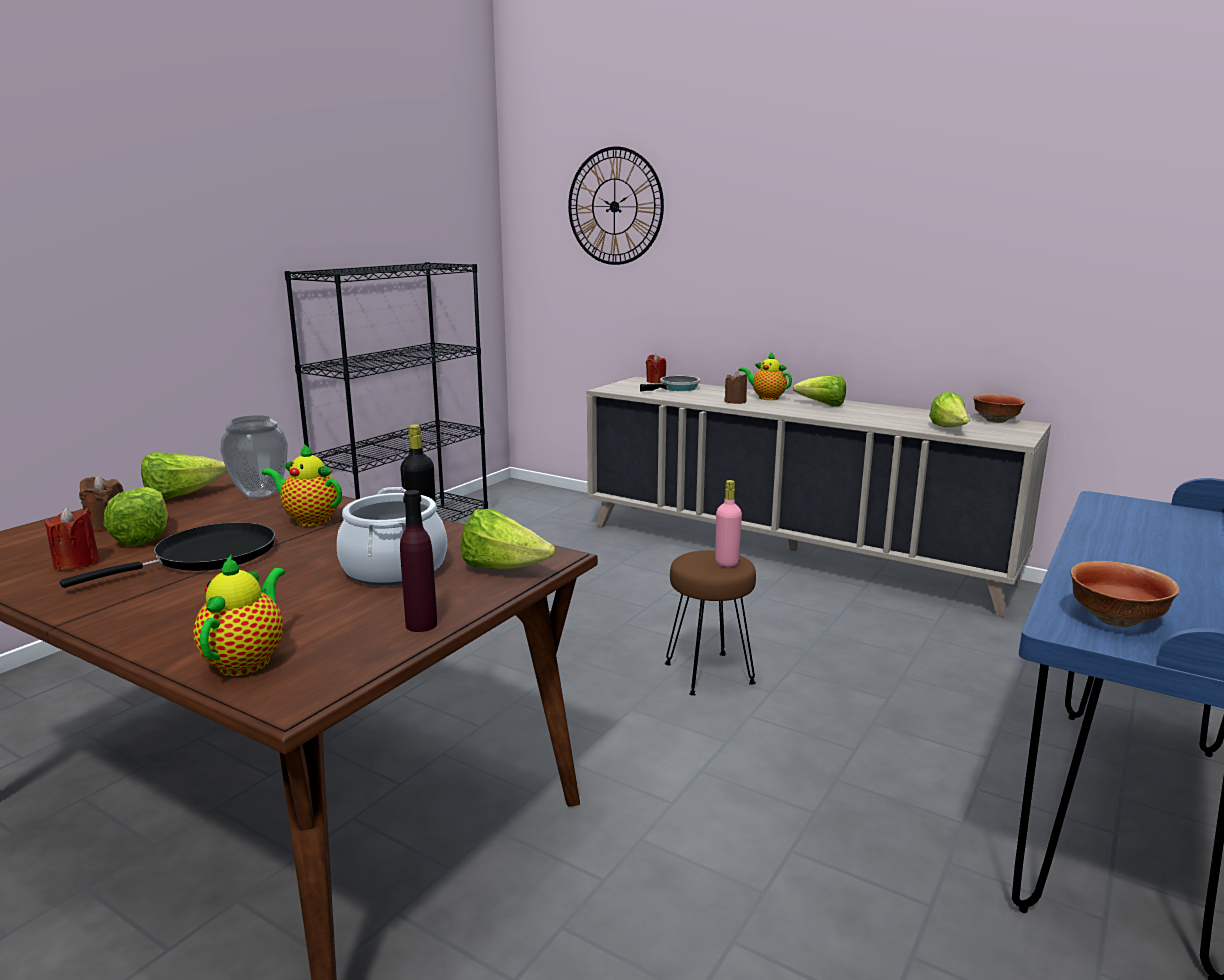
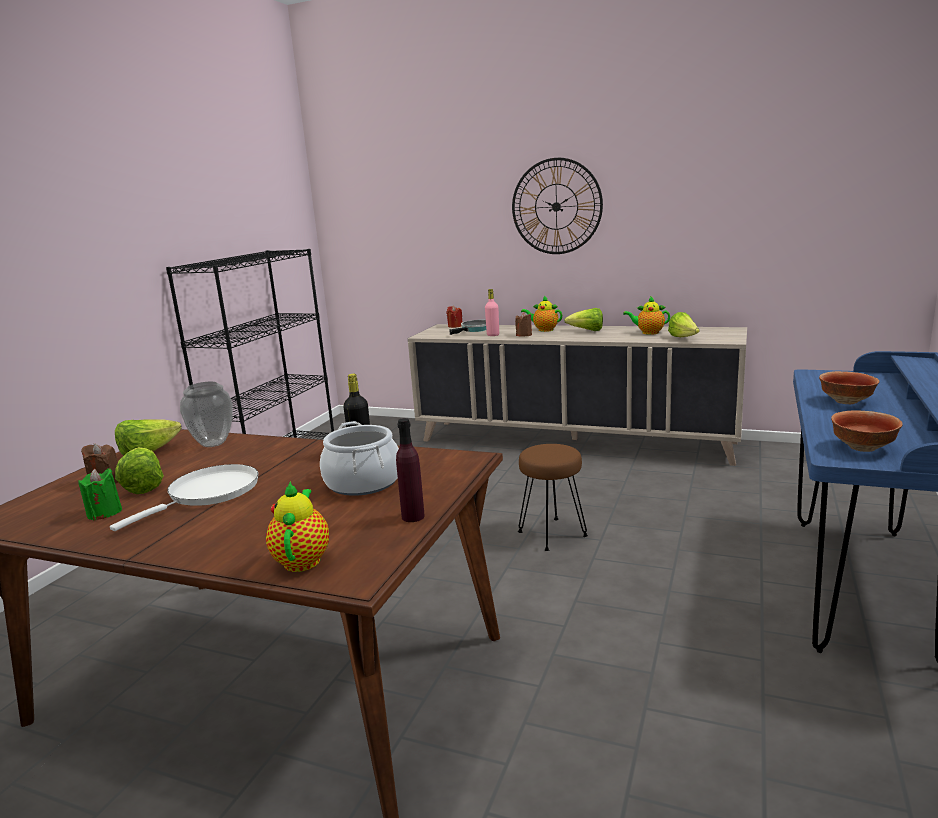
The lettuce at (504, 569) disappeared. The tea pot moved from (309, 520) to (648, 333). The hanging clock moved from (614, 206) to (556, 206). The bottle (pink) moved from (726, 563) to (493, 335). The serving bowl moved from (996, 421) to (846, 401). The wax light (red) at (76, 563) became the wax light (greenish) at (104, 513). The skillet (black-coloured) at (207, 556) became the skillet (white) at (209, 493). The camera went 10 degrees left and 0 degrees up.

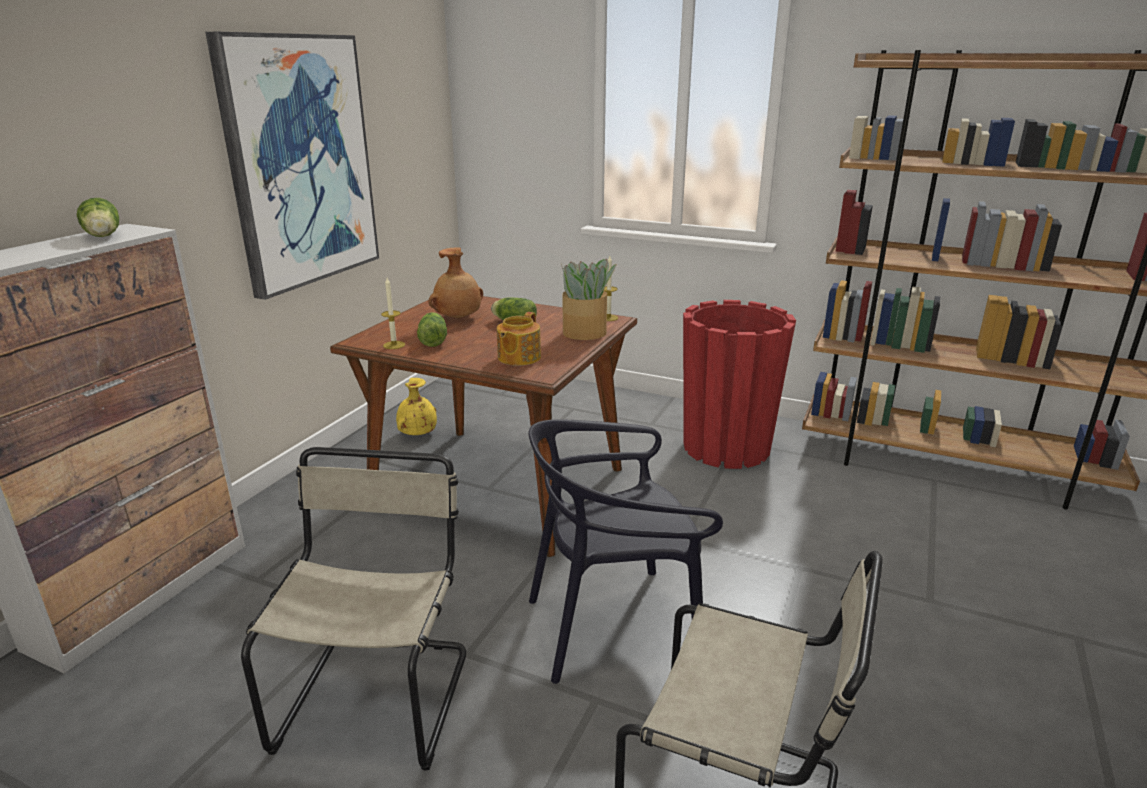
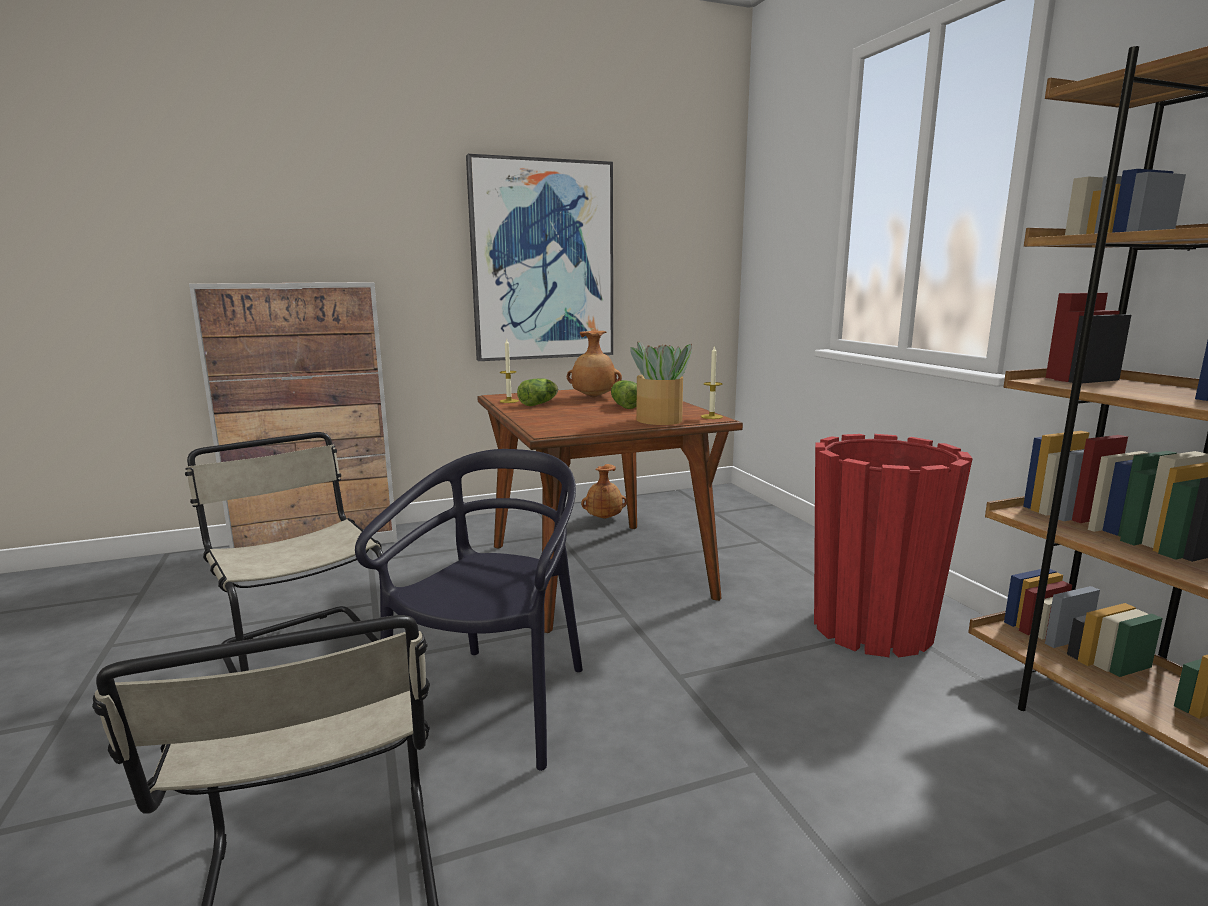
The lettuce at (103, 236) disappeared. The tea pot at (518, 358) disappeared. The flower vase (yellowish) at (417, 434) became the flower vase (brownish) at (604, 518). The upright chair (beige) at (378, 693) turned 90 degrees counterclockwise. The upright chair (black-coloured) at (613, 627) turned 75 degrees clockwise. The camera went 45 degrees right and 10 degrees down.

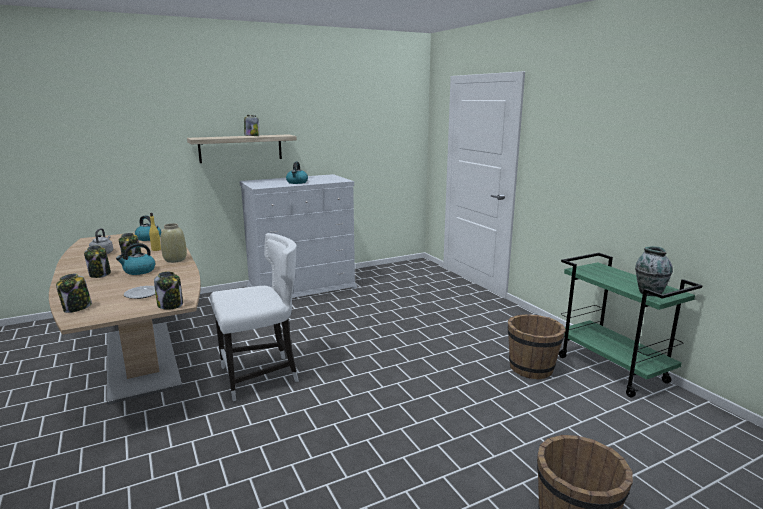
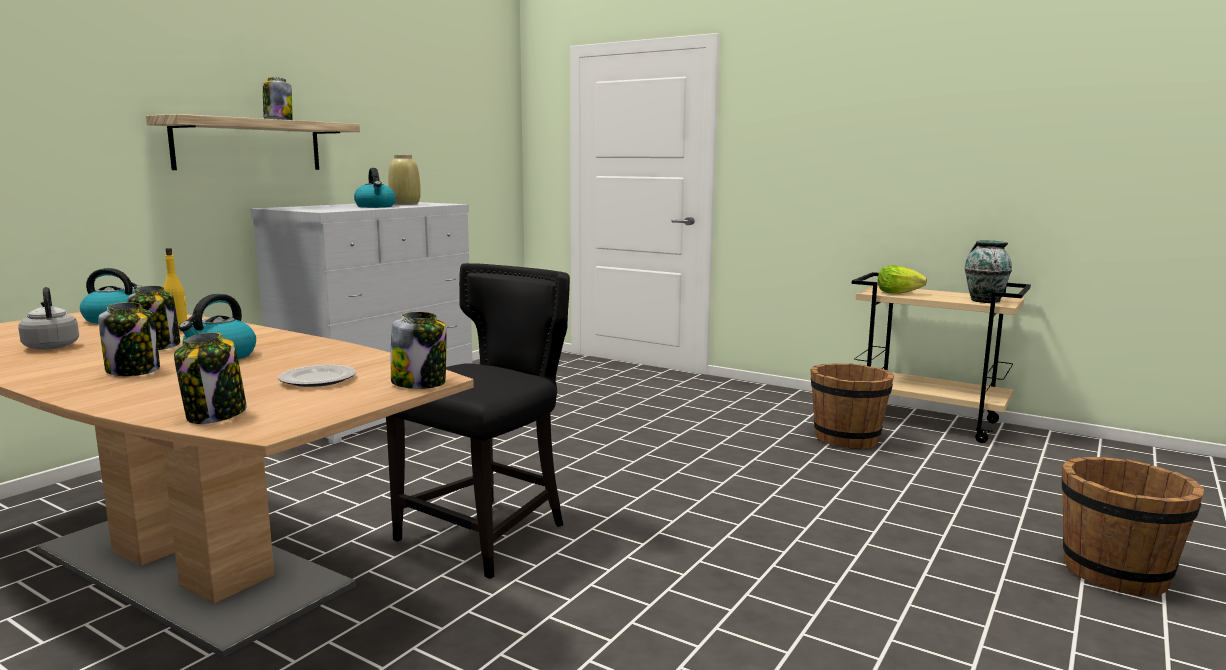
The lettuce at (897, 293) appeared. The flower vase (beige) moved from (175, 260) to (404, 204). The upright chair (white) at (261, 376) became the upright chair (black-coloured) at (487, 533). The wheeled cart (greenish) at (613, 369) became the wheeled cart (beige) at (928, 422). The camera went 30 degrees left and 5 degrees down.

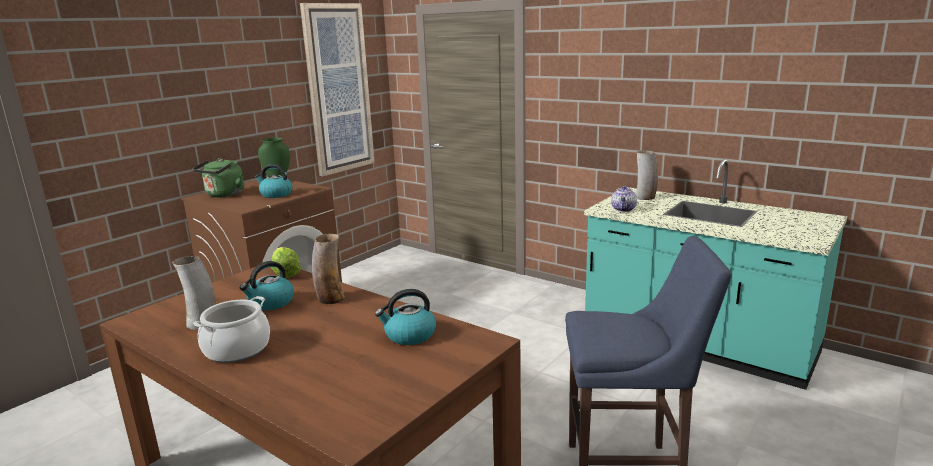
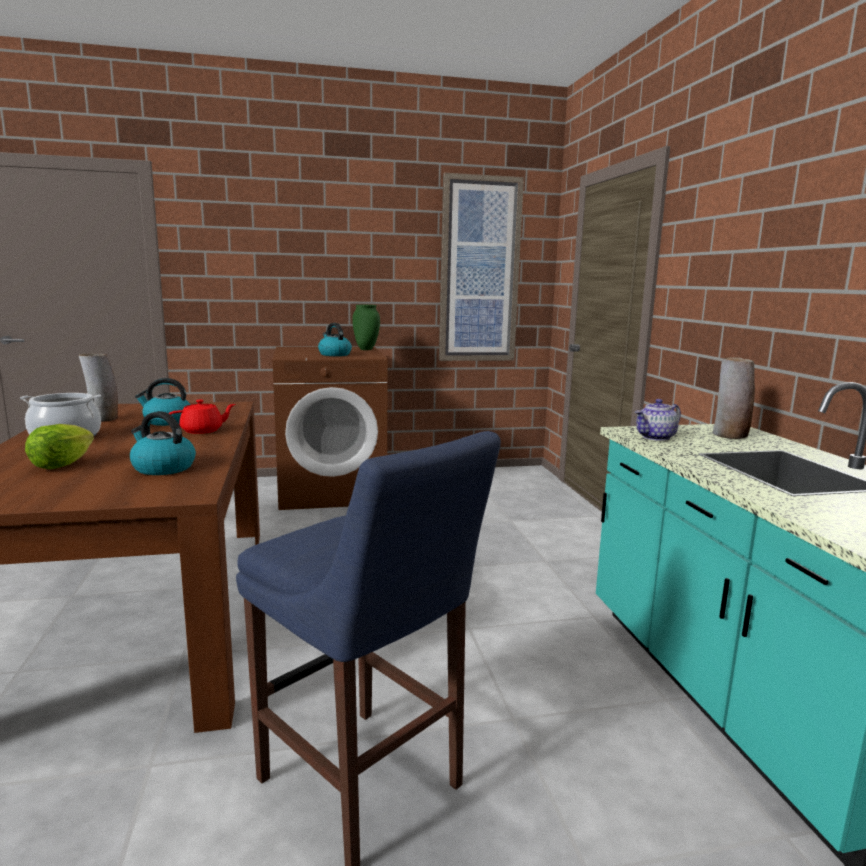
The water kettle (greenish) at (224, 195) disappeared. The lettuce moved from (285, 274) to (61, 465). The flower vase at (330, 299) was replaced by the tea pot (red) at (203, 431). The camera went 40 degrees right and 5 degrees down.

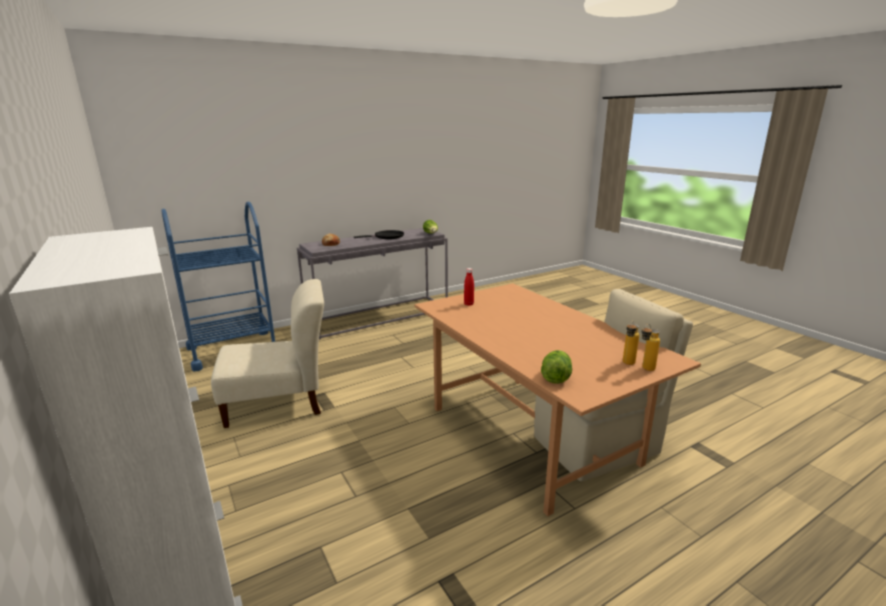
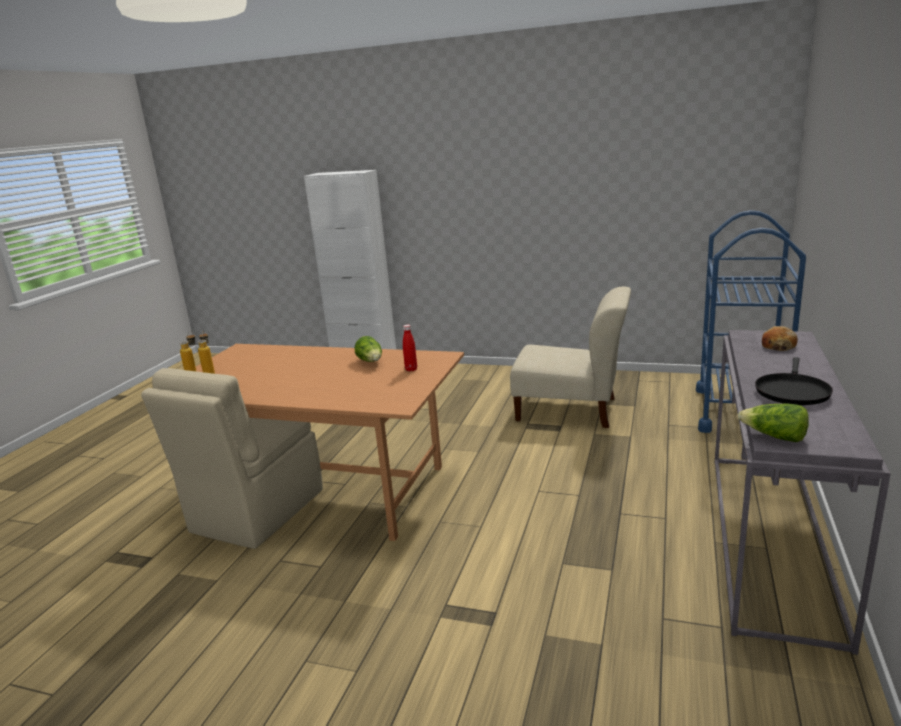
The lettuce moved from (555, 376) to (371, 361). The upright chair (beige) at (279, 402) turned 105 degrees counterclockwise. The camera went 140 degrees right and 0 degrees up.

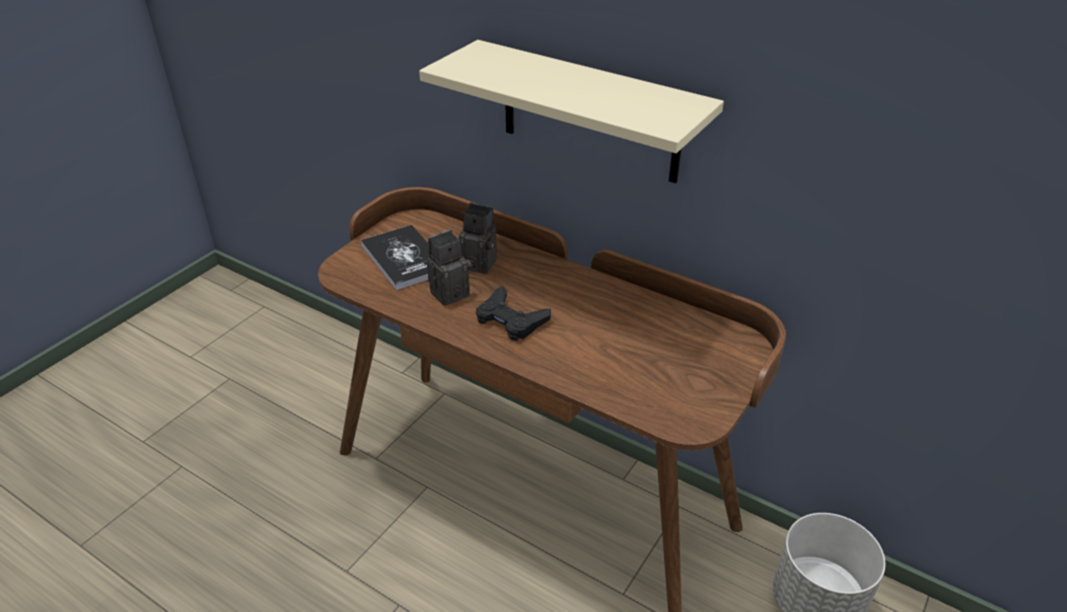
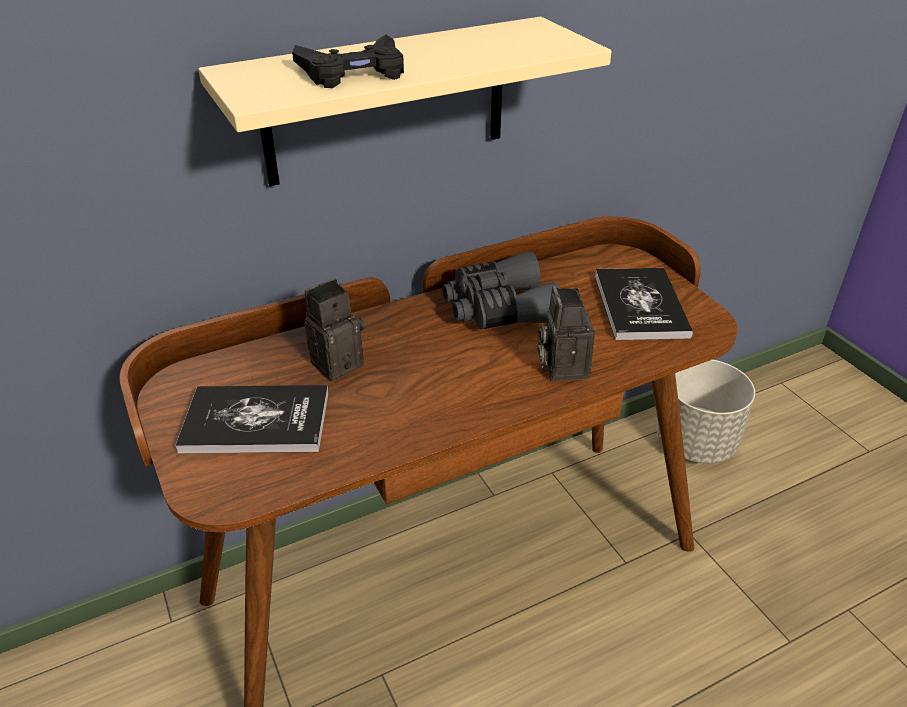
The field glasses (grey) at (499, 309) appeared. The volume at (640, 305) appeared. The still camera moved from (450, 292) to (561, 366). The game controller (black-coloured) moved from (510, 320) to (353, 72). The camera went 60 degrees left and 0 degrees up.

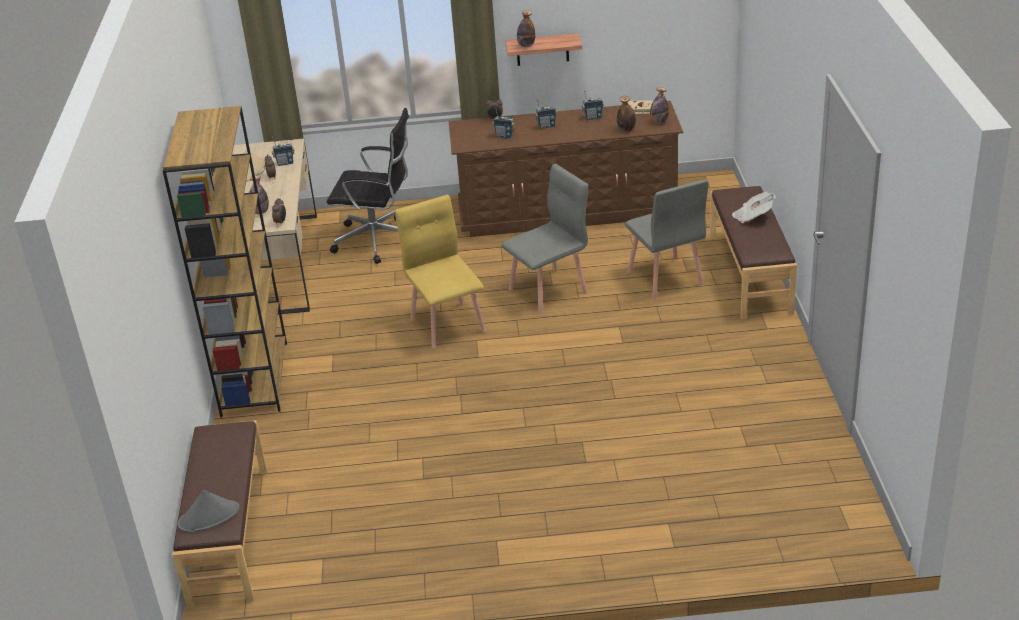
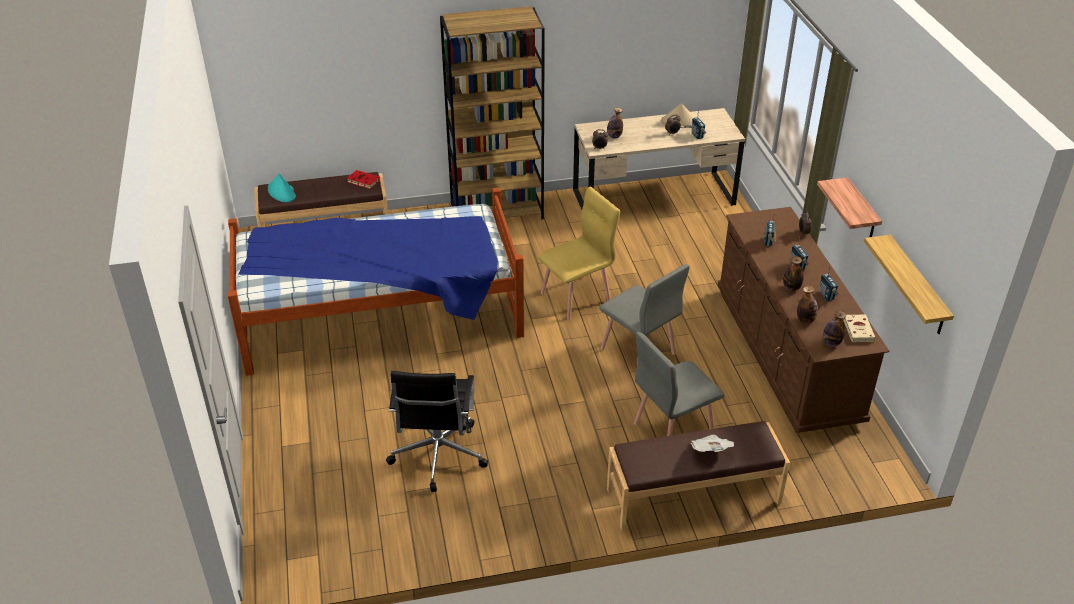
The sleeping bed at (381, 317) appeared. The volume (red) at (362, 181) appeared. The wall shelf at (917, 286) appeared. The office chair (black-coloured) moved from (378, 240) to (438, 456). The bottle moved from (526, 45) to (791, 288). The hat (grey) at (209, 517) became the hat (turquoise-coloured) at (282, 192). The camera went 80 degrees right and 5 degrees up.

